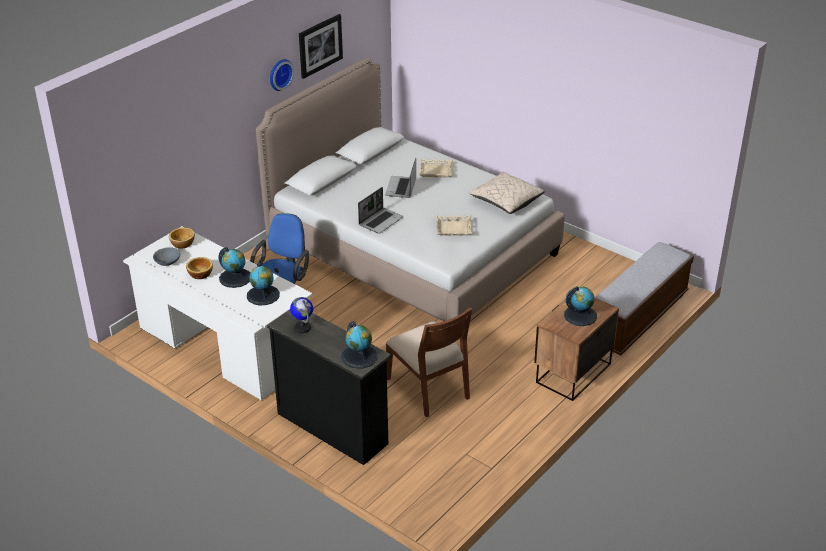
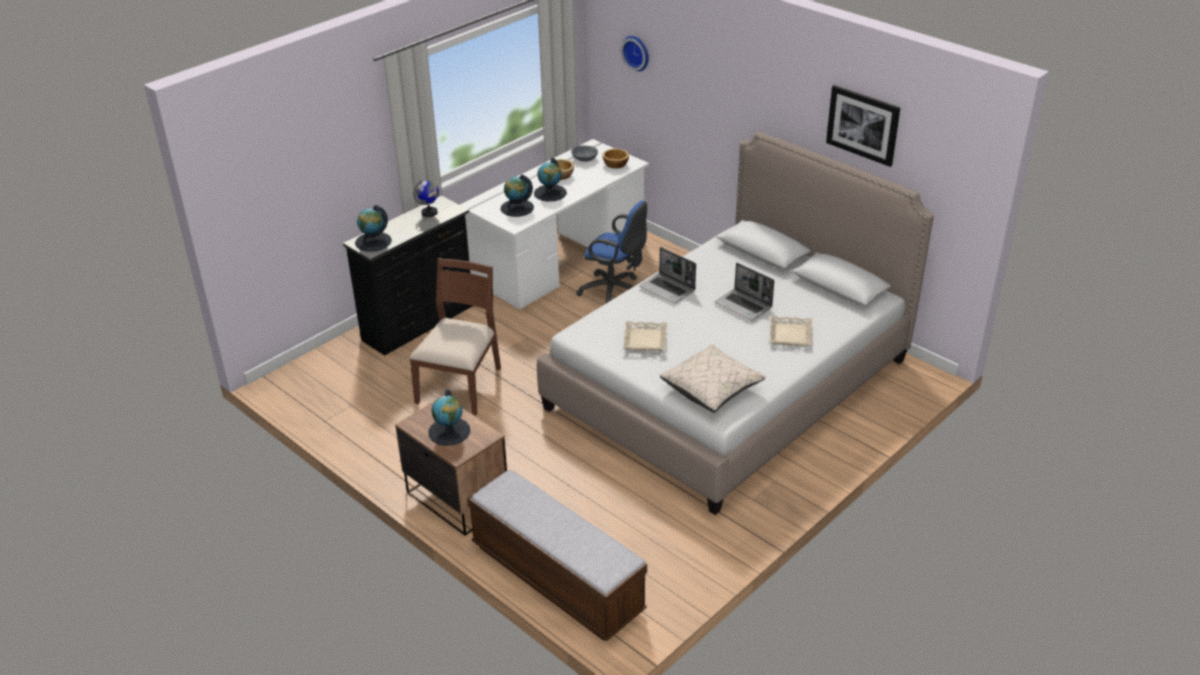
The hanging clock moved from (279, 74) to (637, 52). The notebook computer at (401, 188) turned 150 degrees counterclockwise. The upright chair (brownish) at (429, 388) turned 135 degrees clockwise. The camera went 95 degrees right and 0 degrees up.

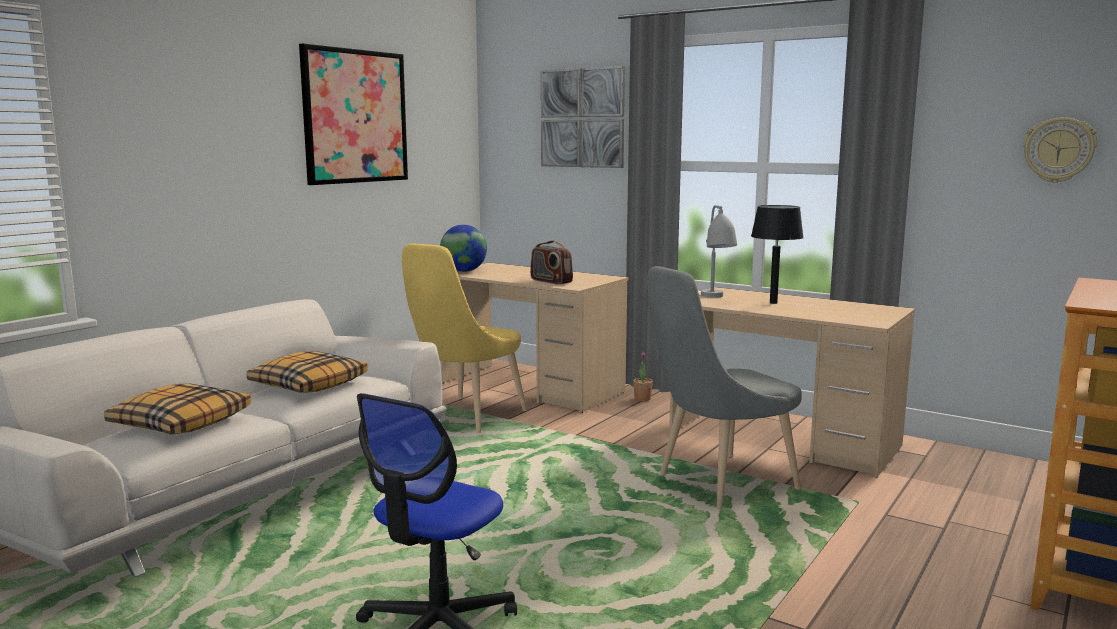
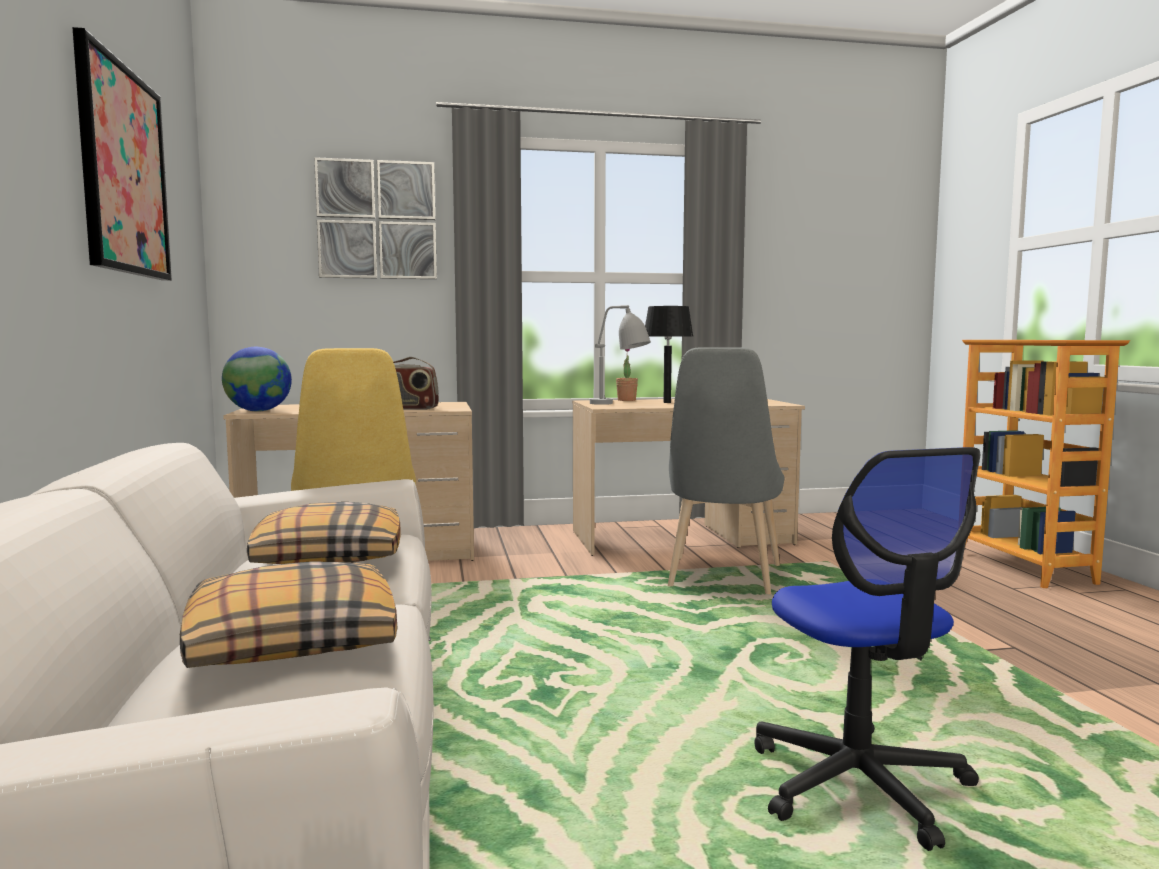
The hanging clock at (1059, 150) disappeared. The plant in a pot moved from (642, 399) to (626, 400). The camera went 45 degrees left and 5 degrees down.

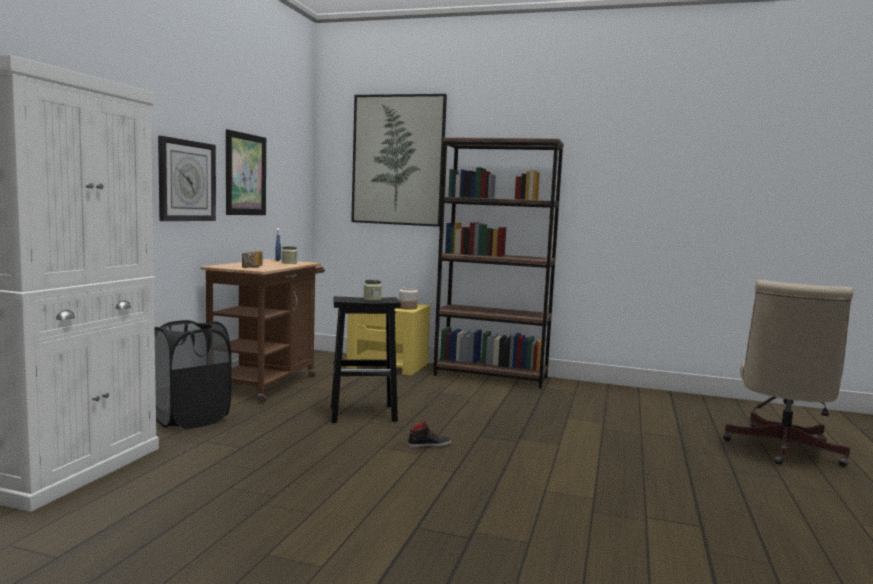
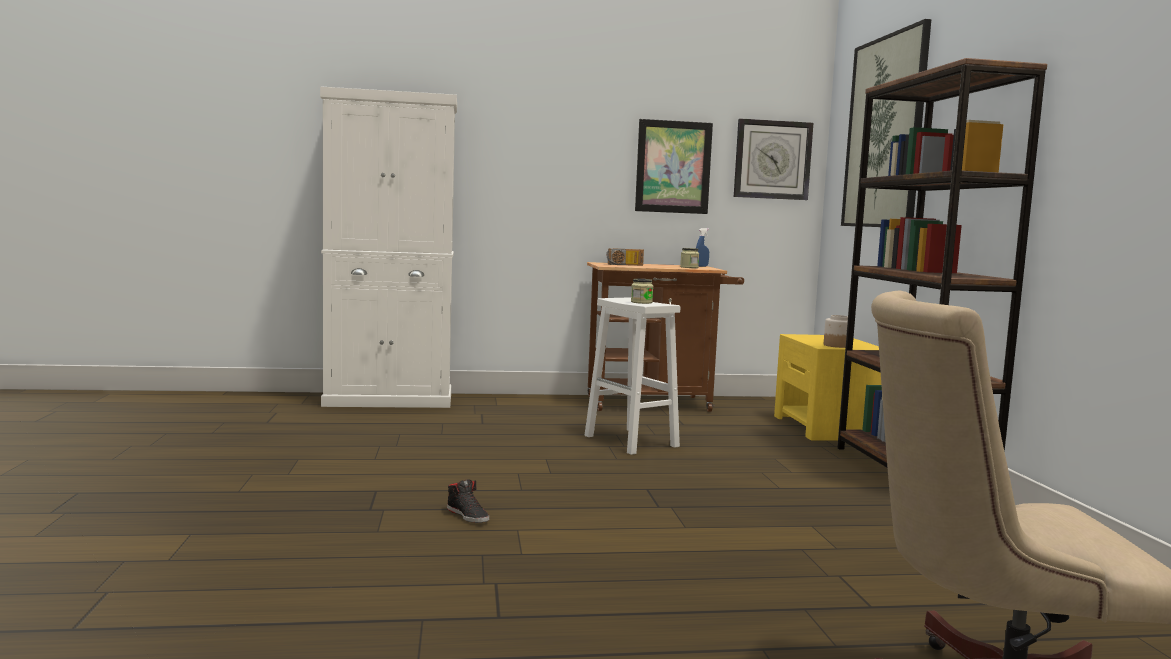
The washing basket (black-coloured) at (190, 419) disappeared. The hanging clock moved from (186, 181) to (772, 160). The item of footwear (black-coloured) moved from (429, 444) to (468, 515). The stool seat (black-coloured) at (364, 413) became the stool seat (white) at (632, 441). The camera went 65 degrees right and 0 degrees up.

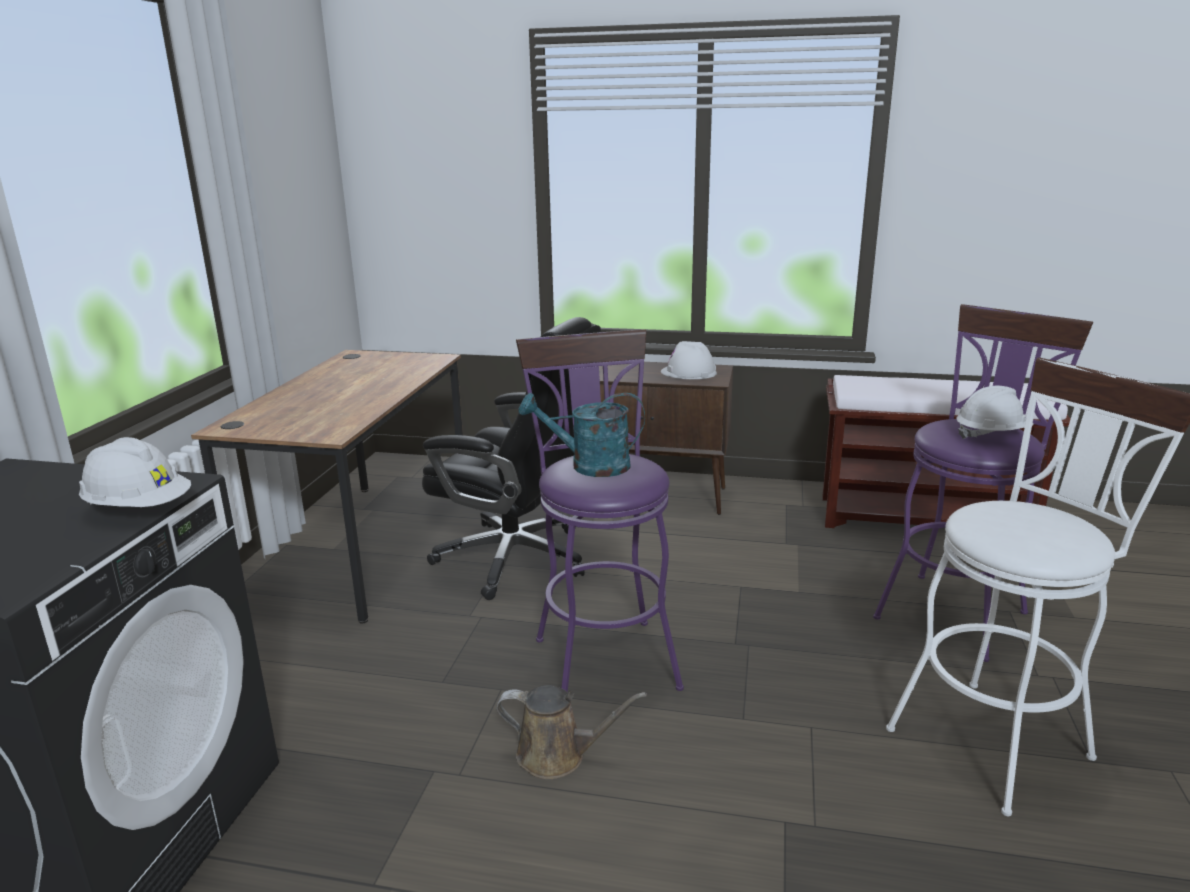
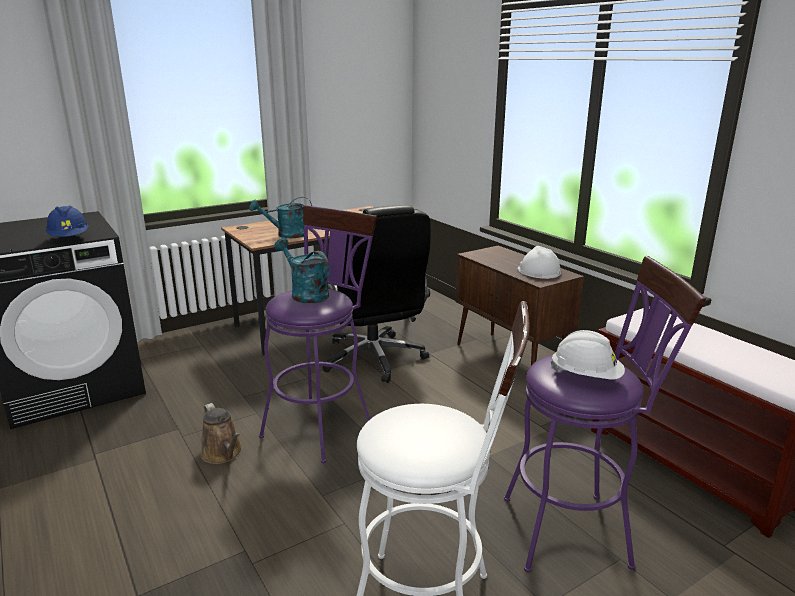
The watering pot (turquoise-coloured) at (286, 235) appeared. The safety helmet (white) at (139, 508) became the safety helmet (bluish) at (69, 239). The camera went 45 degrees right and 0 degrees up.

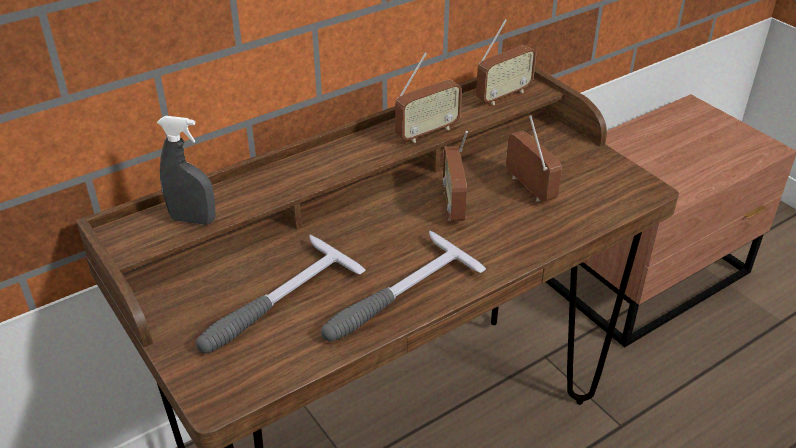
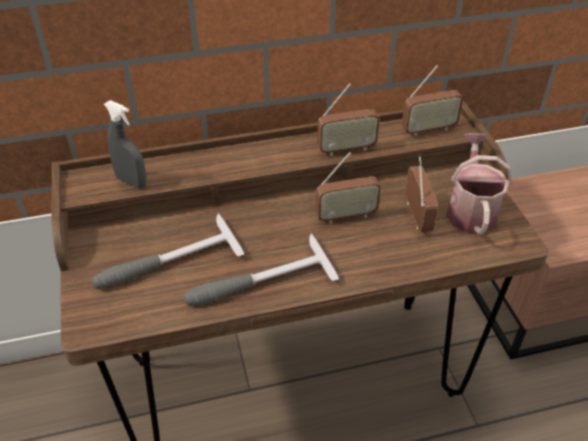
The watering pot at (471, 209) appeared. The radio set at (454, 205) turned 120 degrees counterclockwise. The camera went 20 degrees right and 5 degrees up.

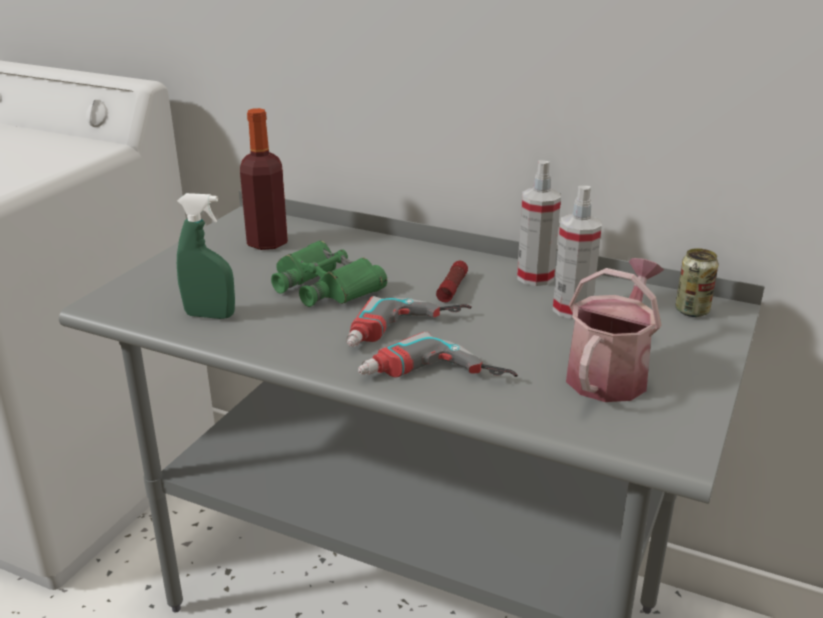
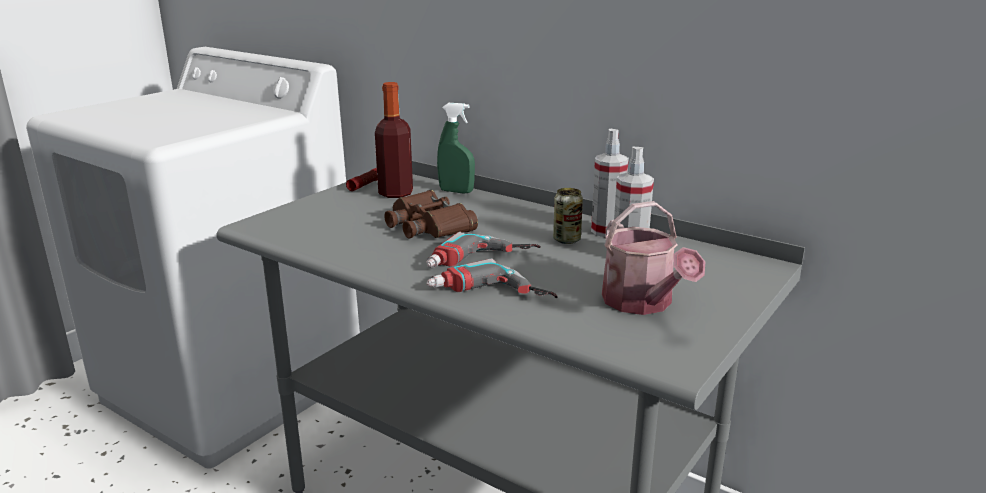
The spray bottle (greenish) moved from (210, 315) to (456, 191). The torch moved from (452, 288) to (365, 185). The sealed can moved from (692, 311) to (566, 240). The field glasses (greenish) at (325, 286) became the field glasses (brownish) at (429, 226). The watering pot at (610, 373) turned 120 degrees clockwise. The camera went 10 degrees right and 5 degrees down.

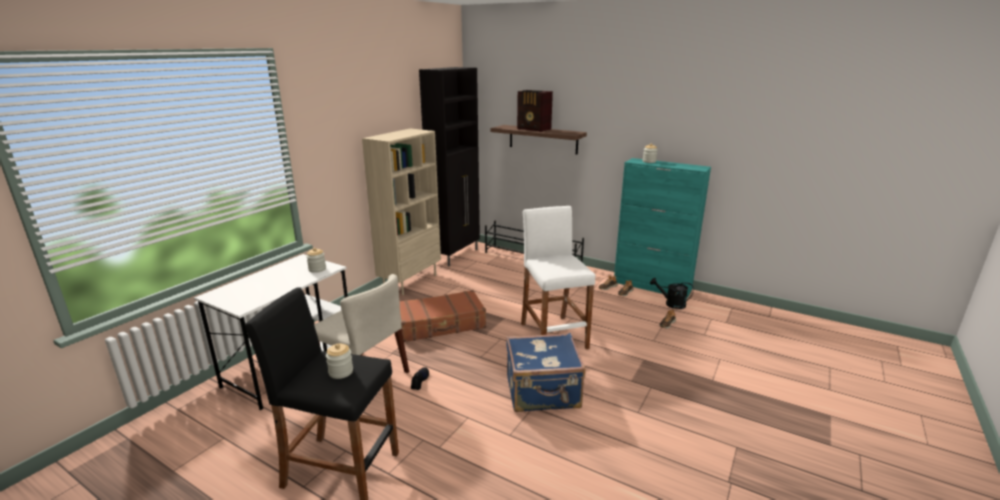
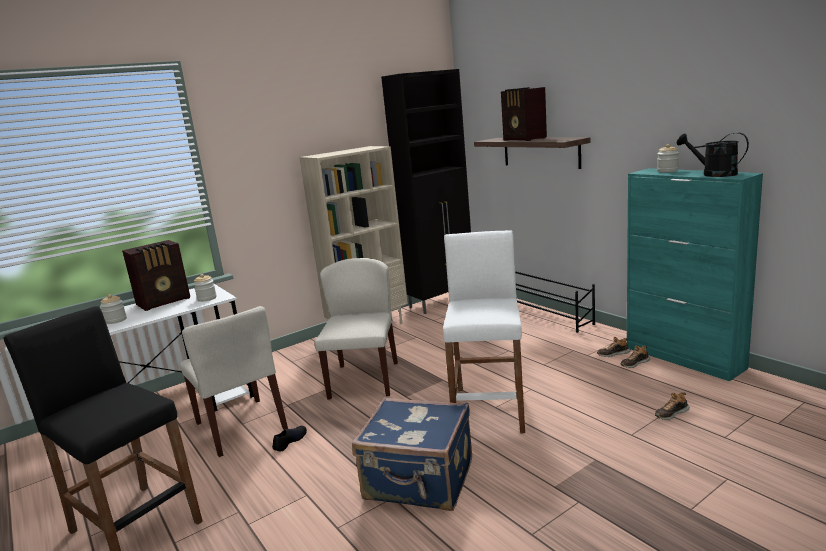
The radio set at (165, 301) appeared. The storage jar moved from (341, 372) to (116, 320). The watering pot (black-coloured) moved from (671, 304) to (713, 174). The travel case (brownish) at (441, 324) was replaced by the upright chair (beige) at (363, 379). The camera went 25 degrees right and 5 degrees down.

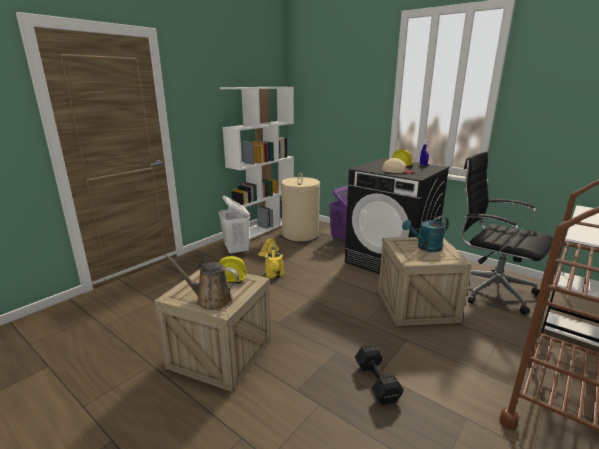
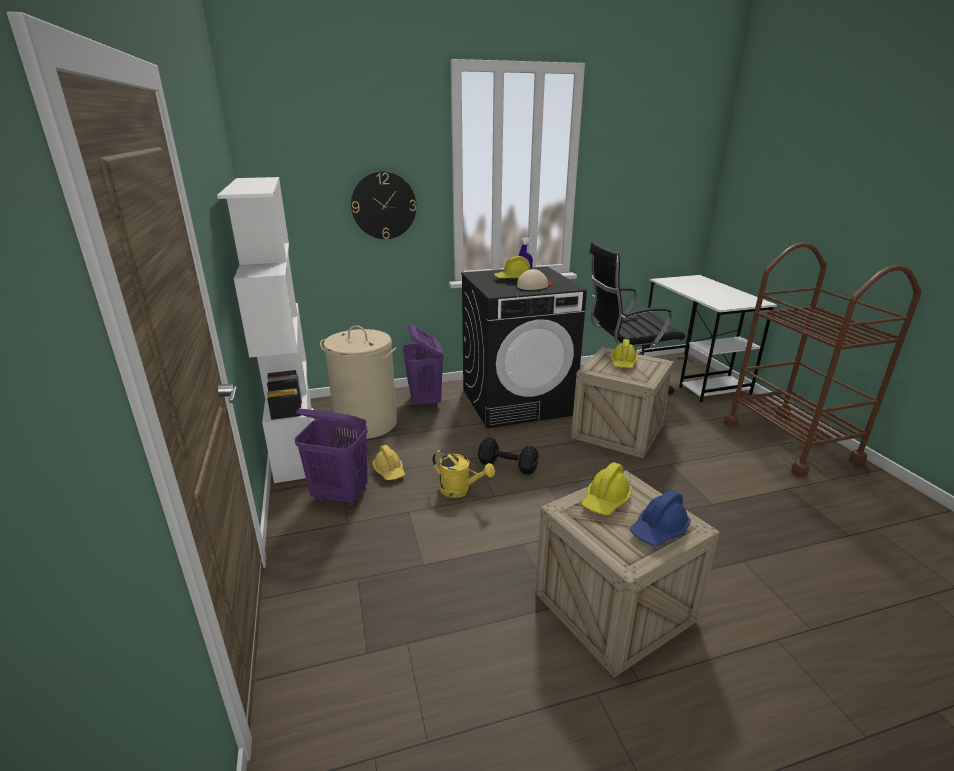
The hanging clock at (383, 205) appeared. The hand weight (black-coloured) moved from (377, 383) to (508, 466). The watering pot (brownish) at (210, 299) was replaced by the safety helmet (bluish) at (659, 530). The watering pot (turquoise-coloured) at (425, 248) was replaced by the safety helmet (yellowish) at (623, 364). The washing basket (white) at (237, 251) became the washing basket (purple) at (341, 496). The camera went 55 degrees left and 5 degrees up.

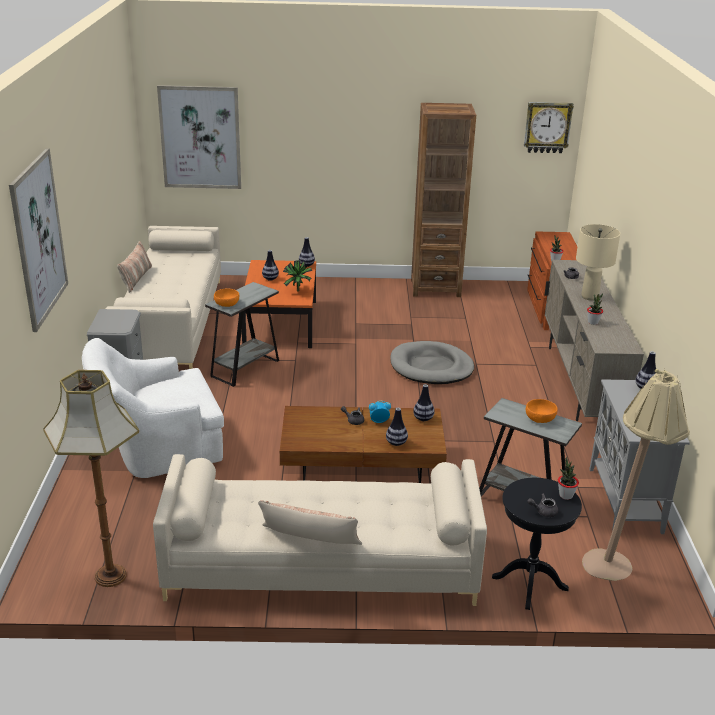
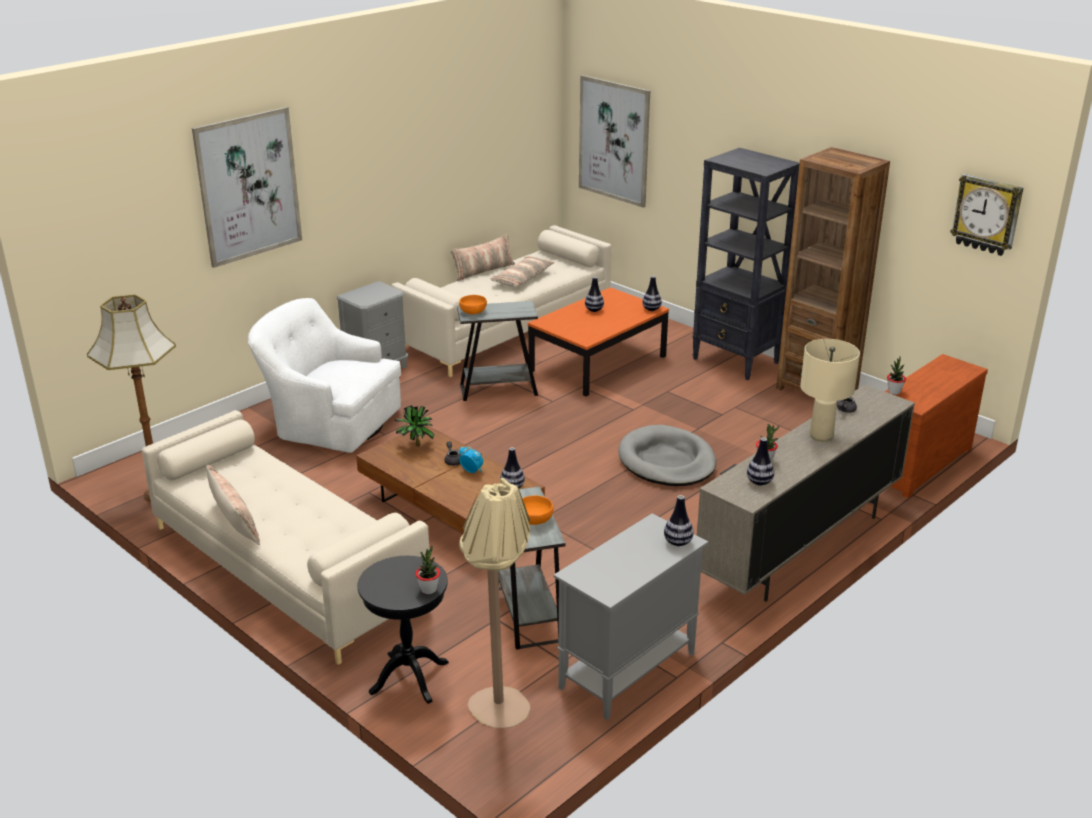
The tea pot (grey) at (543, 511) disappeared. The cushion at (522, 279) appeared. The bookshelf (black-coloured) at (736, 361) appeared. The plant in a pot moved from (298, 291) to (415, 446). The flower vase moved from (396, 443) to (759, 482). The camera went 45 degrees right and 0 degrees up.

